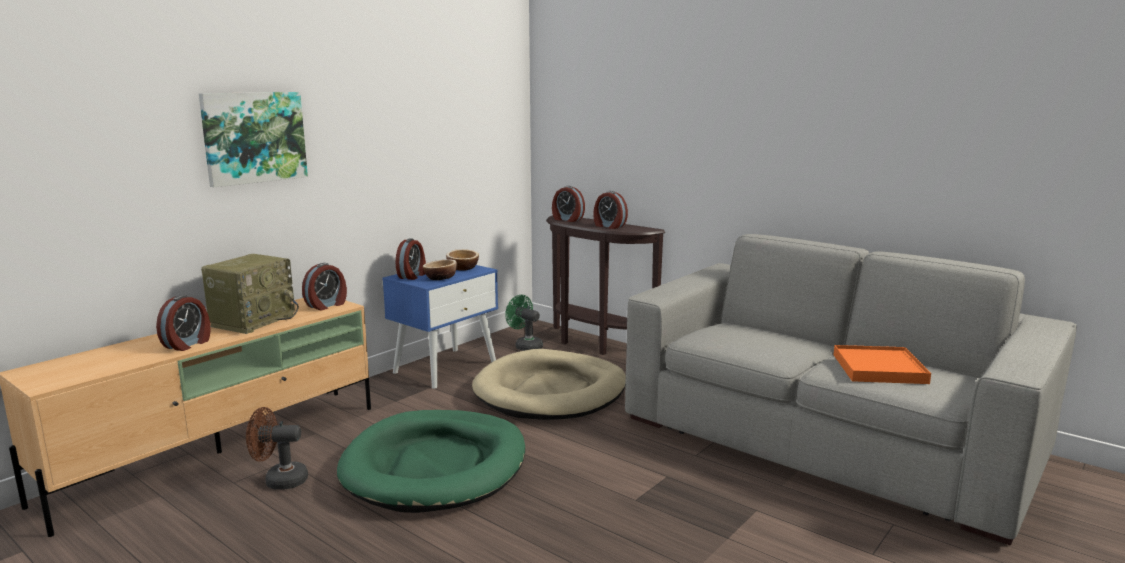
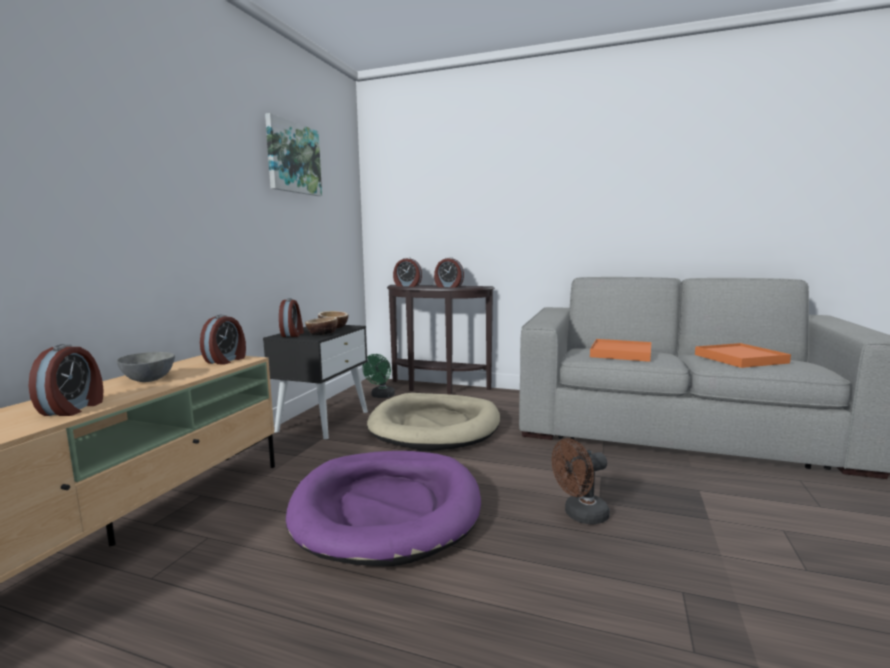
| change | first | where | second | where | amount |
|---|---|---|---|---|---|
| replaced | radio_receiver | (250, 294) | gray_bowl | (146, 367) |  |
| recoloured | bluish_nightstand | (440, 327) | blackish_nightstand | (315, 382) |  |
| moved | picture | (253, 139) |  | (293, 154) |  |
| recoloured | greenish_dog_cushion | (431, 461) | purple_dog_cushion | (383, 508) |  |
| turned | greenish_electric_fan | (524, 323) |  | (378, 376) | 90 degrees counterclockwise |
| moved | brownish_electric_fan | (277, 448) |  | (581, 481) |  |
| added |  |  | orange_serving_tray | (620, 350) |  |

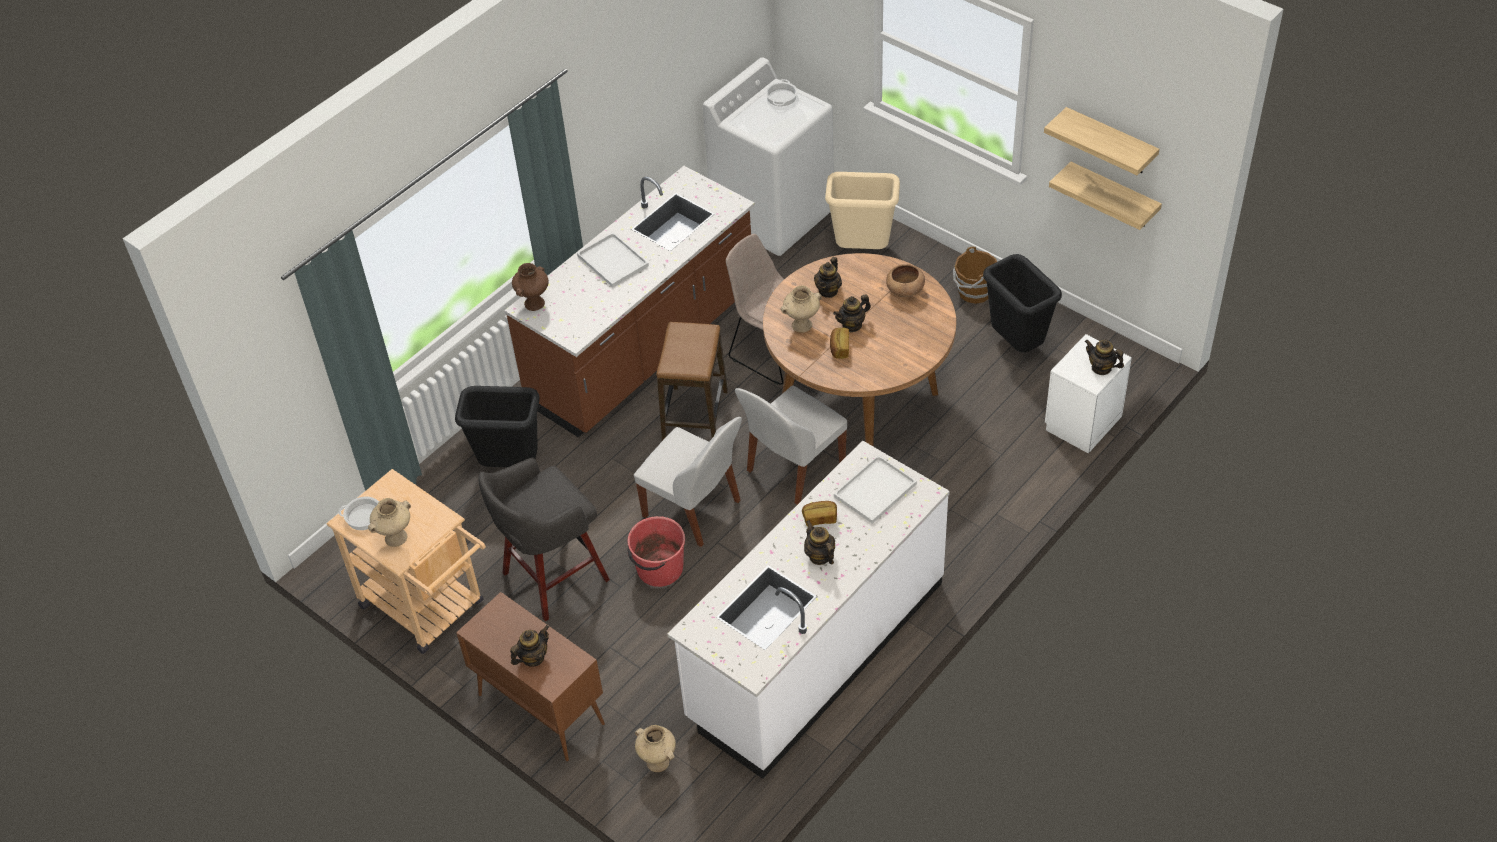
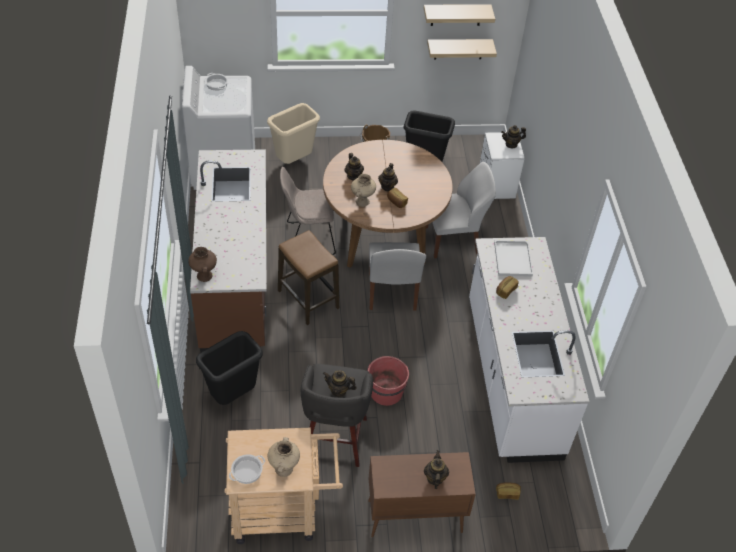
| change | first | where | second | where | amount |
|---|---|---|---|---|---|
| moved | teapot | (819, 542) |  | (340, 383) |  |
| moved | white_chair | (688, 482) |  | (461, 210) |  |
| replaced | sand-coloured_flower_vase | (655, 748) | bakery_bread | (508, 491) |  |
| removed | white_serving_tray | (613, 260) |  |  |  |
| removed | brownish_bowl | (905, 281) |  |  |  |

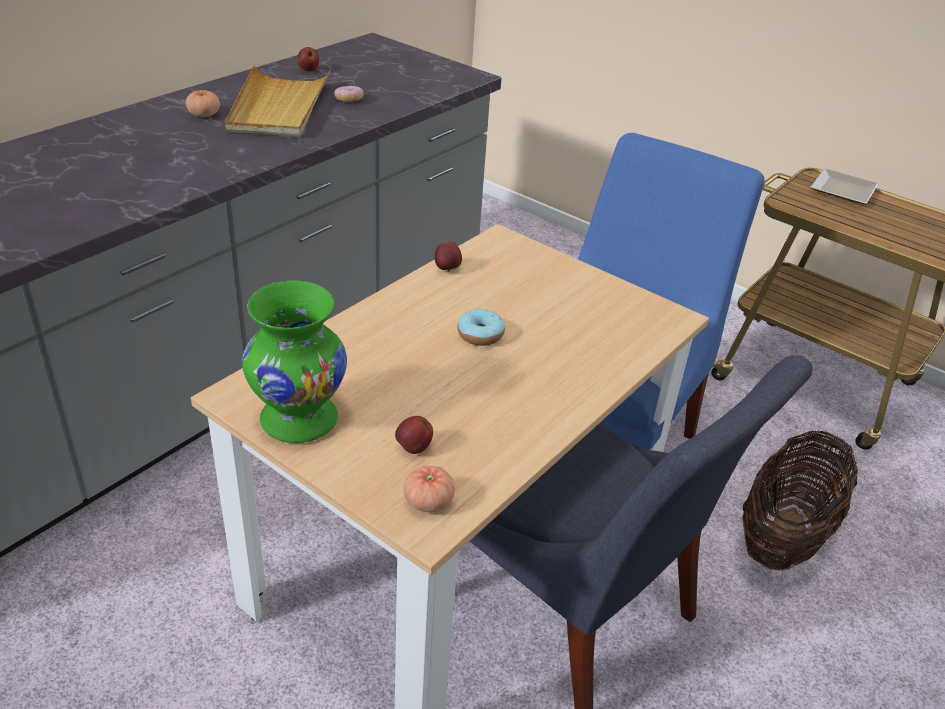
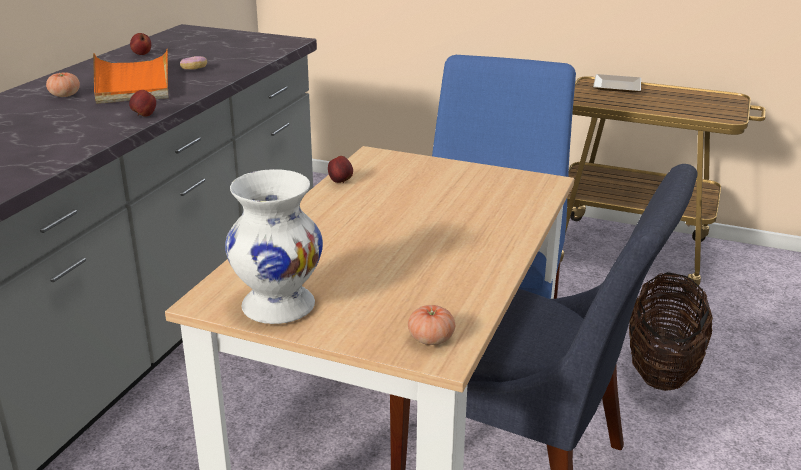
| change | first | where | second | where | amount |
|---|---|---|---|---|---|
| recoloured | sand-coloured_serving_tray | (277, 101) | orange_serving_tray | (130, 76) |  |
| moved | apple | (414, 435) |  | (142, 103) |  |
| recoloured | greenish_flower_vase | (294, 362) | white_flower_vase | (274, 246) |  |
| removed | ring_doughnut | (481, 327) |  |  |  |

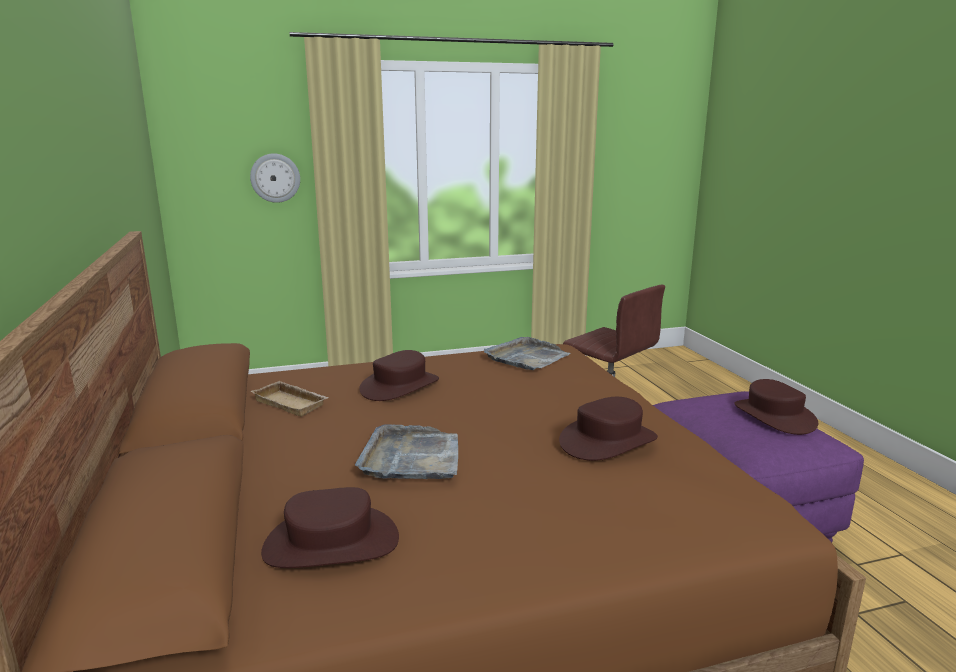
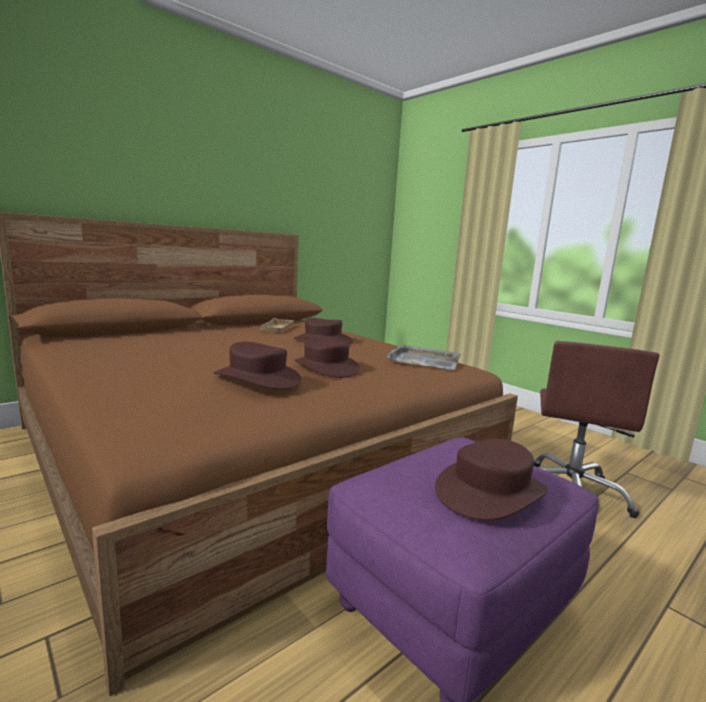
| change | first | where | second | where | amount |
|---|---|---|---|---|---|
| moved | brownish_hat | (330, 527) |  | (327, 357) |  |
| removed | hanging_clock | (275, 178) |  |  |  |
| removed | gray_serving_tray | (406, 451) |  |  |  |

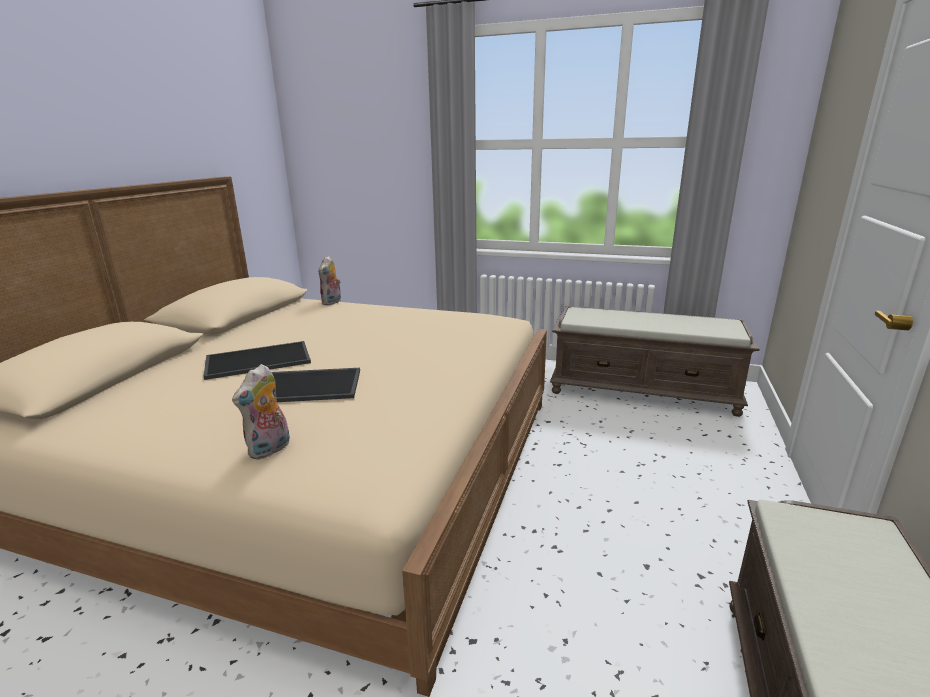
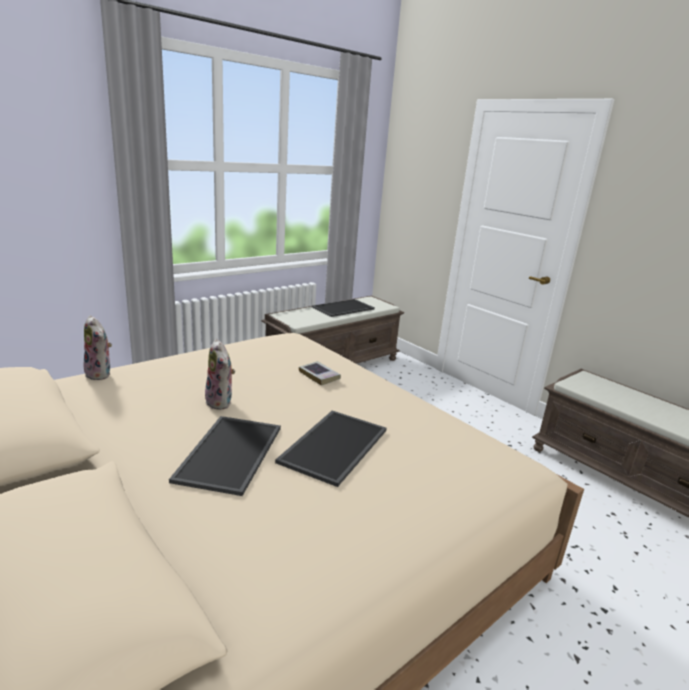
| change | first | where | second | where | amount |
|---|---|---|---|---|---|
| moved | cuddly_toy | (261, 412) |  | (220, 374) |  |
| added |  |  | volume | (320, 373) |  |
| added |  |  | serving_tray | (343, 308) |  |

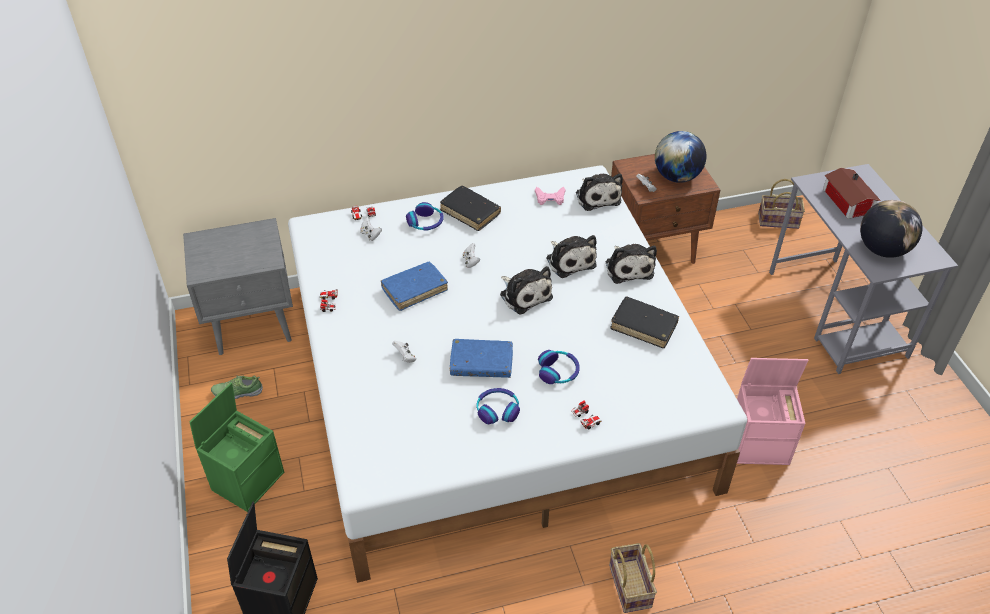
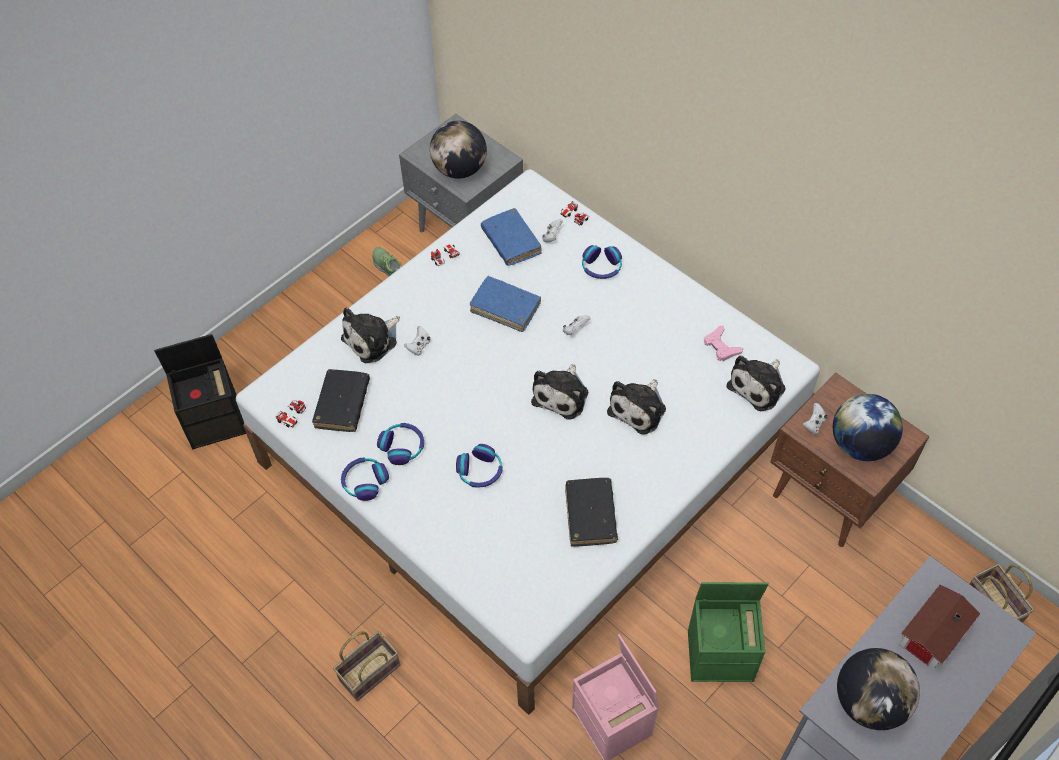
| change | first | where | second | where | amount |
|---|---|---|---|---|---|
| moved | toy_car | (586, 415) |  | (291, 413) |  |
| moved | blackish_volume | (470, 208) |  | (341, 400) |  |
| moved | cuddly_toy | (631, 264) |  | (370, 335) |  |
| added |  |  | pair_of_headphones | (365, 479) |  |
| added |  |  | globe | (458, 150) |  |
| moved | bluish_volume | (481, 358) |  | (511, 237) |  |
| moved | greenish_storage_bin | (237, 447) |  | (728, 632) |  |

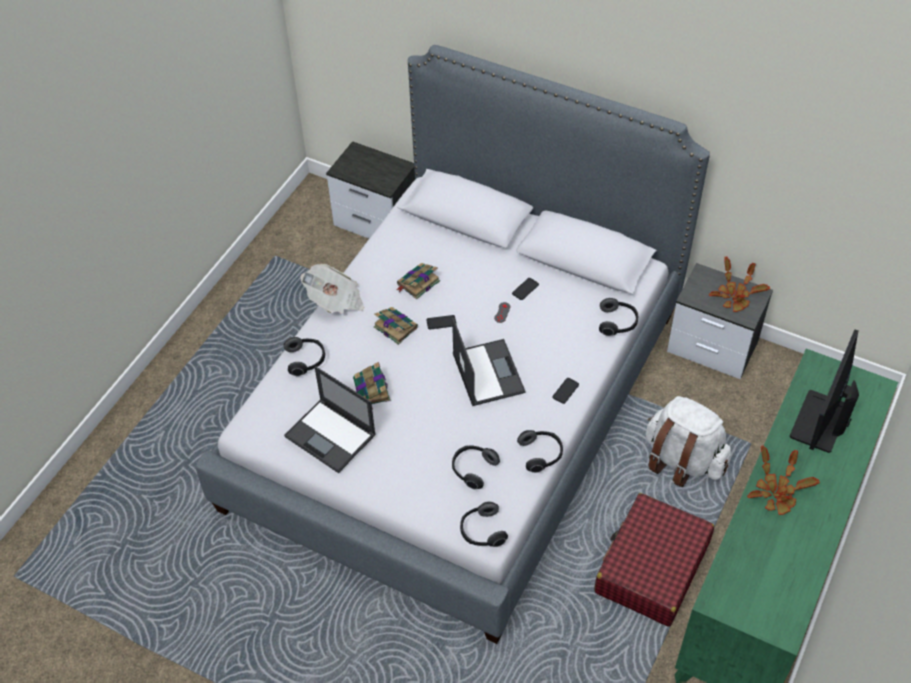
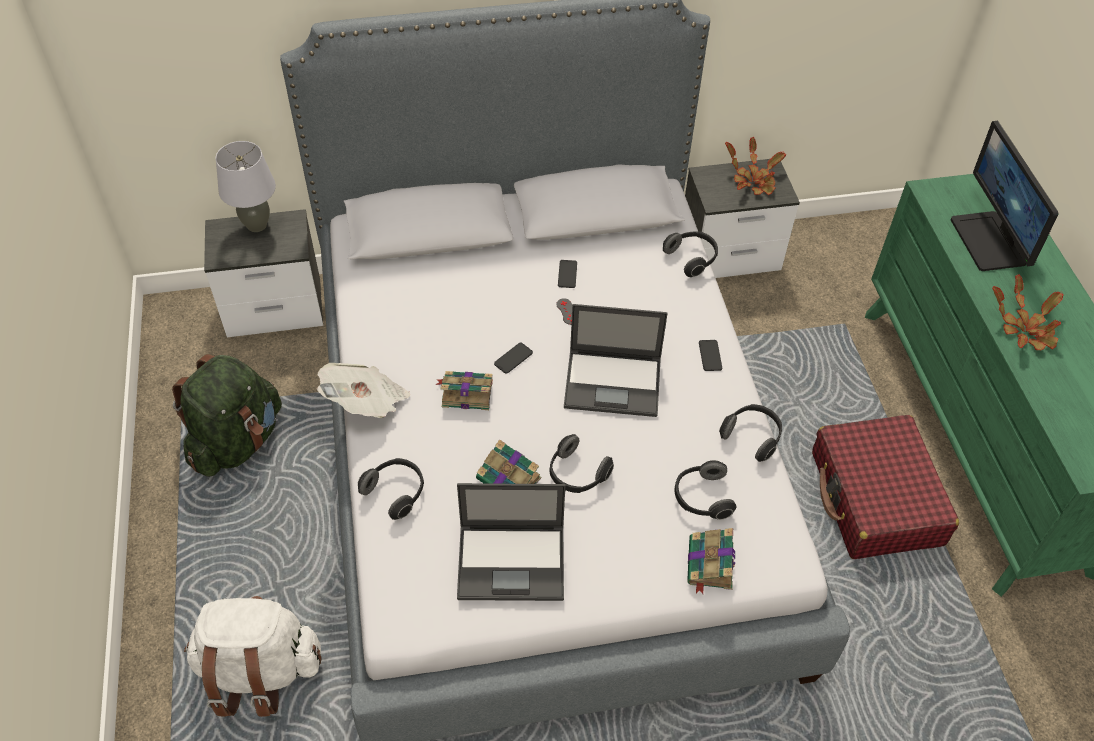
| change | first | where | second | where | amount |
|---|---|---|---|---|---|
| added |  |  | greenish_backpack | (227, 415) |  |
| moved | white_backpack | (688, 441) |  | (252, 656) |  |
| added |  |  | gray_table_lamp | (246, 186) |  |
| moved | pair_of_headphones | (484, 524) |  | (581, 463) |  |
| turned | portable_computer | (489, 362) |  | (616, 360) | 150 degrees clockwise |
| moved | volume | (418, 281) |  | (711, 561) |  |

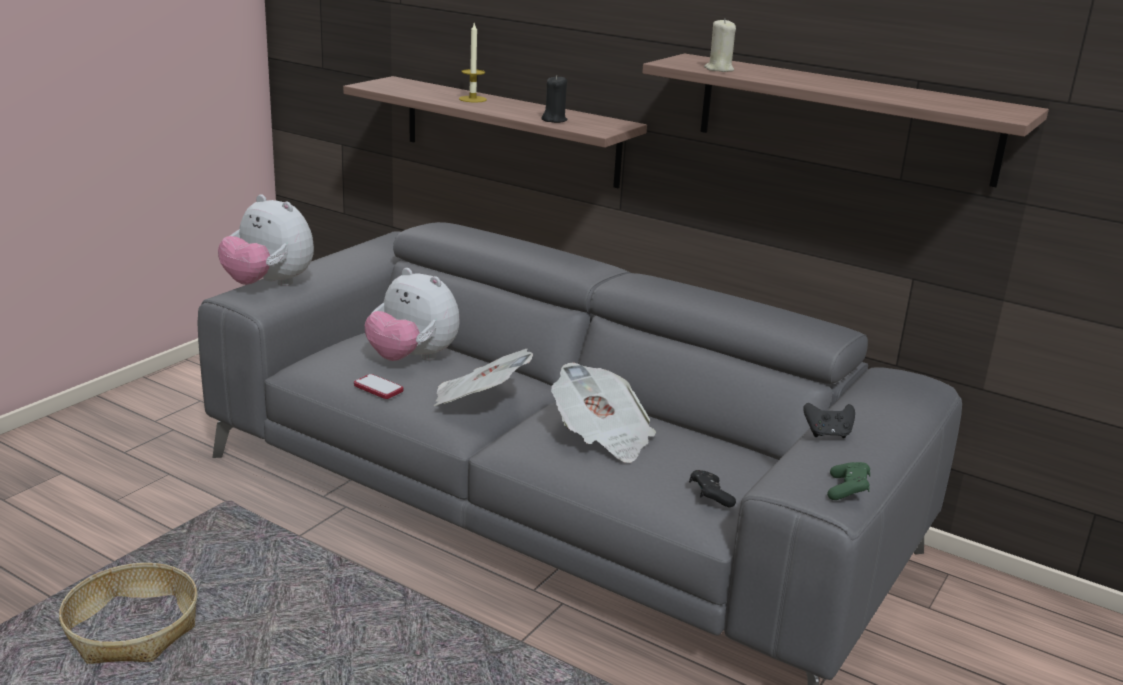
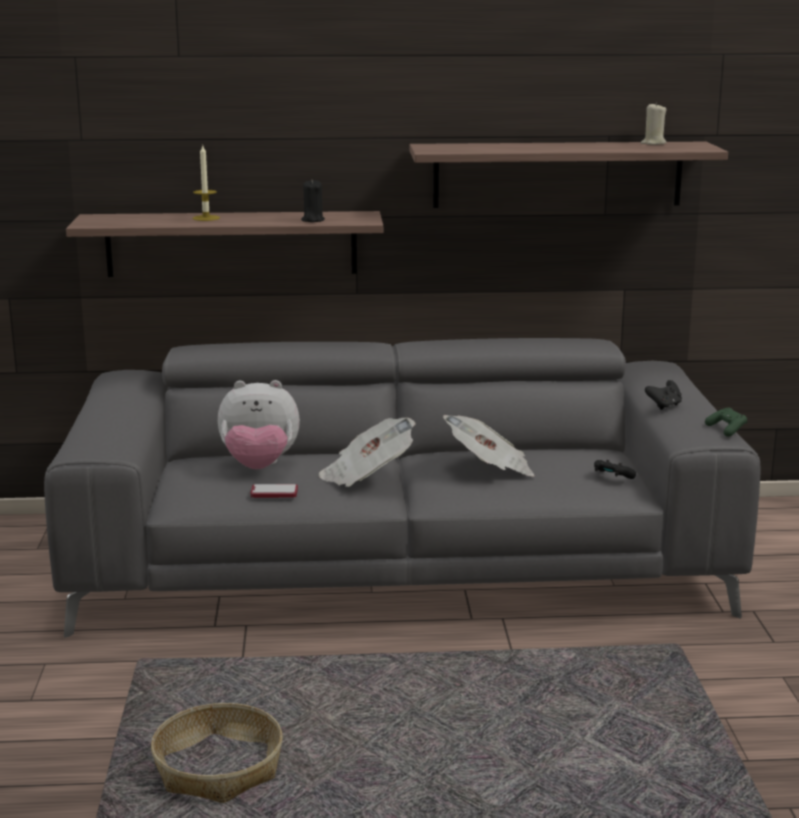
| change | first | where | second | where | amount |
|---|---|---|---|---|---|
| moved | sand-coloured_candle | (720, 45) |  | (653, 123) |  |
| removed | cuddly_toy | (266, 240) |  |  |  |

